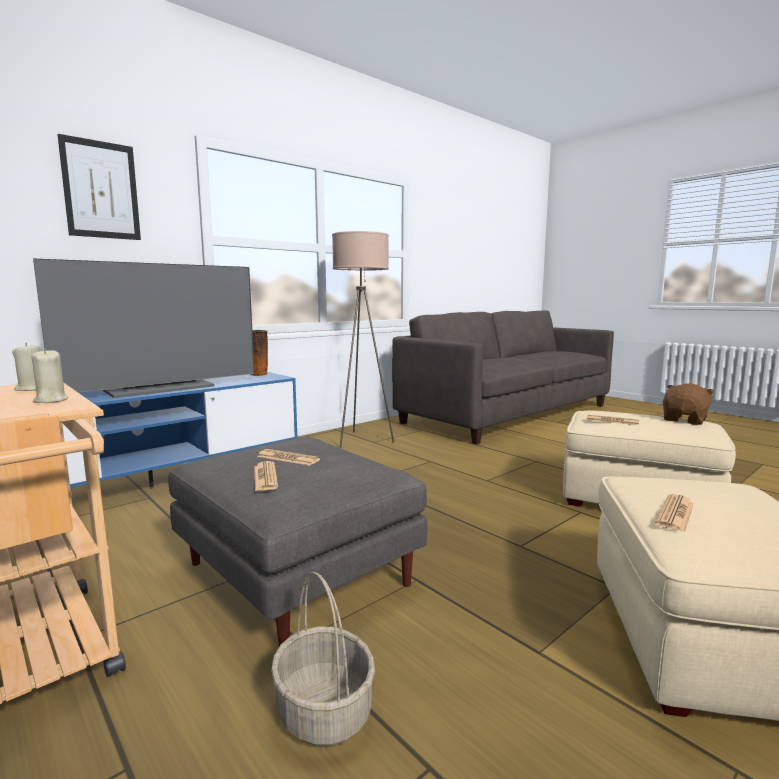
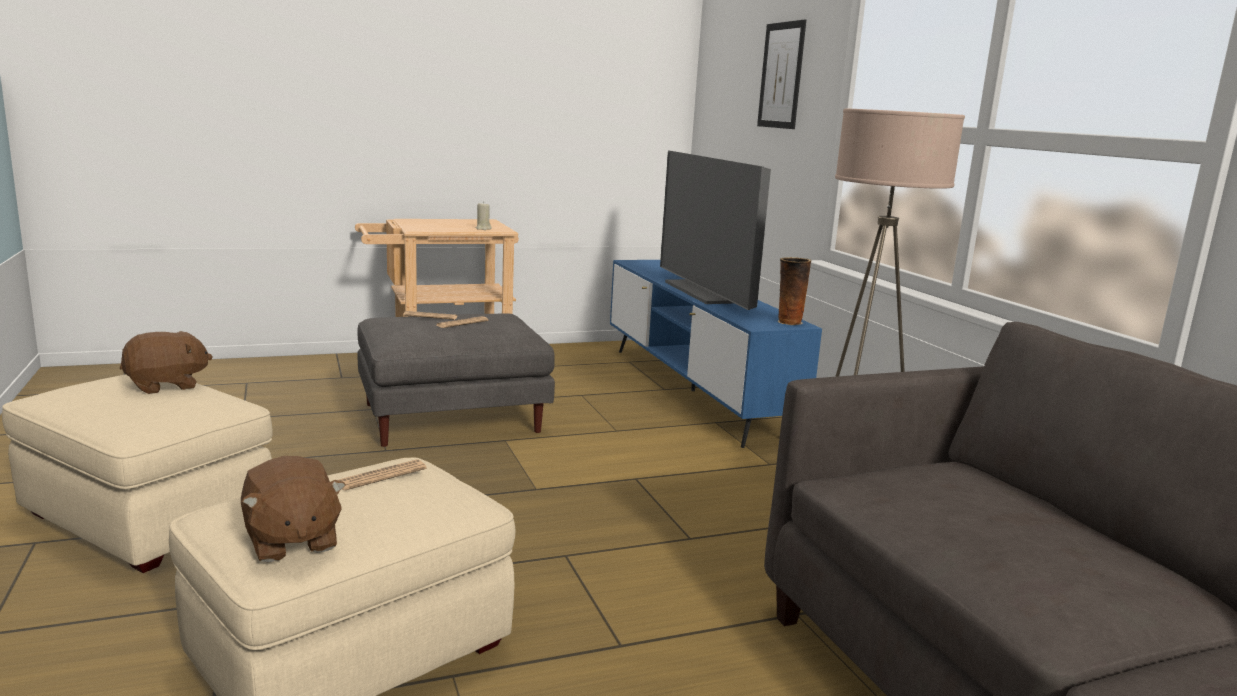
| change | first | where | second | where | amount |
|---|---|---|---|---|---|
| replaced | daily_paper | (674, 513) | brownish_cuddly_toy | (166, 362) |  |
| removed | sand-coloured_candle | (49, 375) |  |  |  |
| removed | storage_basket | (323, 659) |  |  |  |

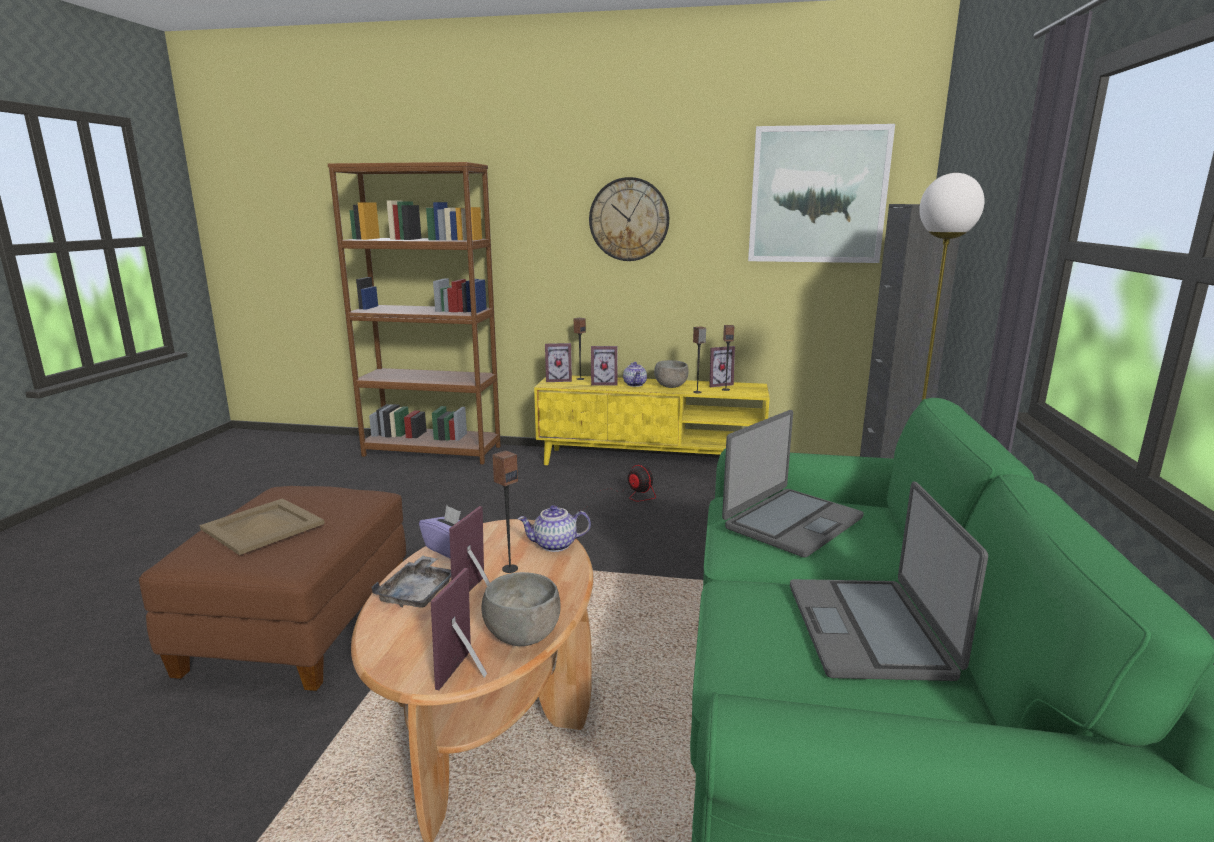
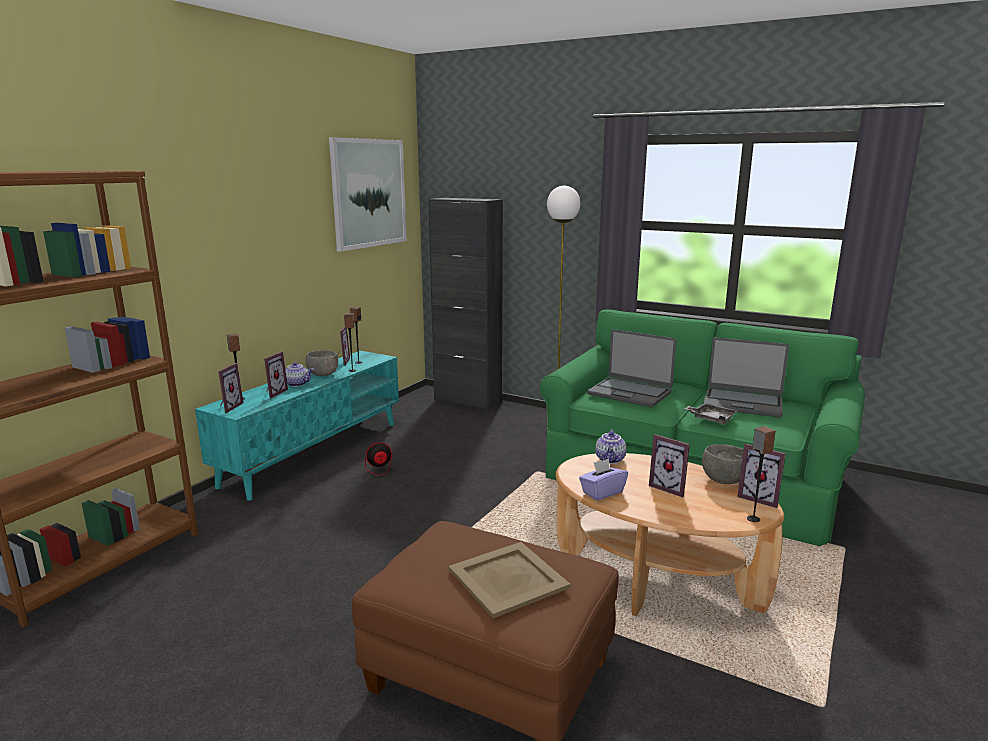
| change | first | where | second | where | amount |
|---|---|---|---|---|---|
| recoloured | yellow-coloured_media_console | (652, 420) | blue-green_media_console | (297, 426) |  |
| turned | portable_computer | (793, 484) |  | (631, 368) | 150 degrees clockwise |
| moved | gray_serving_tray | (411, 582) |  | (710, 413) |  |
| moved | audio_speaker | (505, 511) |  | (761, 474) |  |
| removed | hanging_clock | (629, 219) |  |  |  |

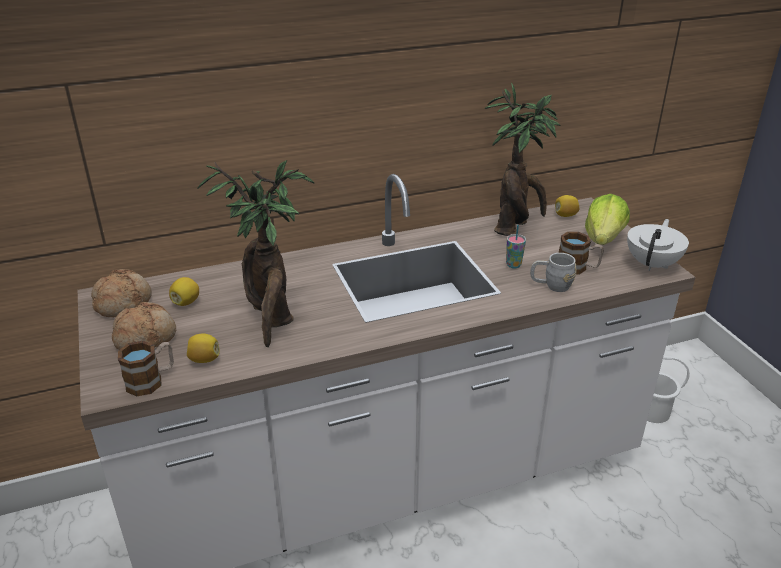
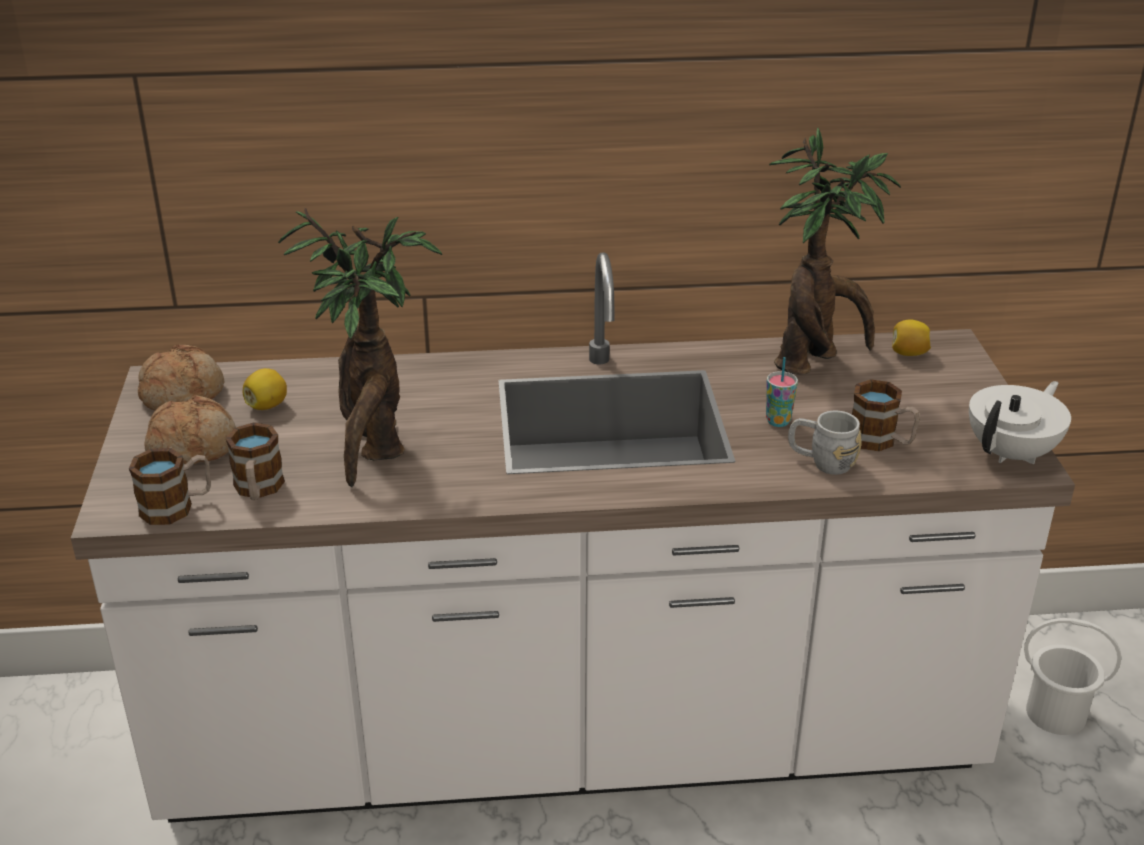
| change | first | where | second | where | amount |
|---|---|---|---|---|---|
| replaced | whole_lemon | (203, 348) | coffee_mug | (255, 461) |  |
| removed | lettuce_head | (607, 219) |  |  |  |

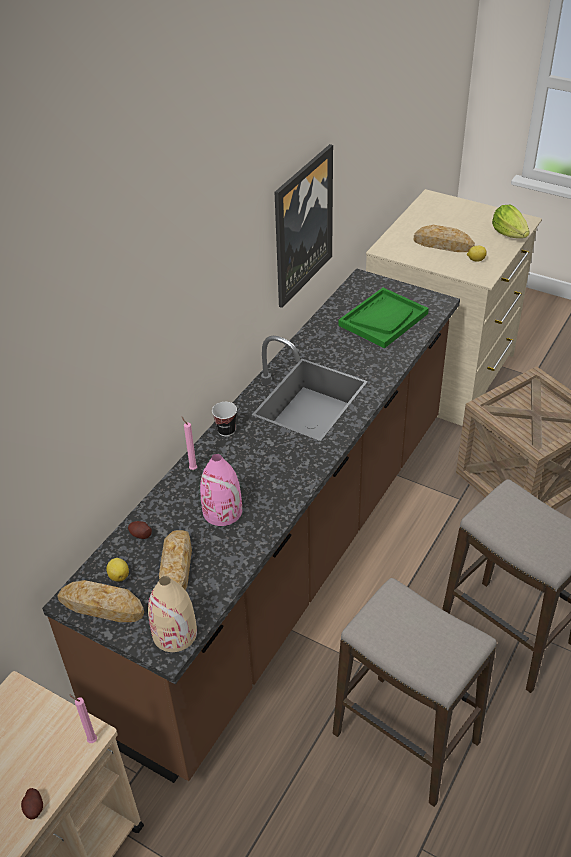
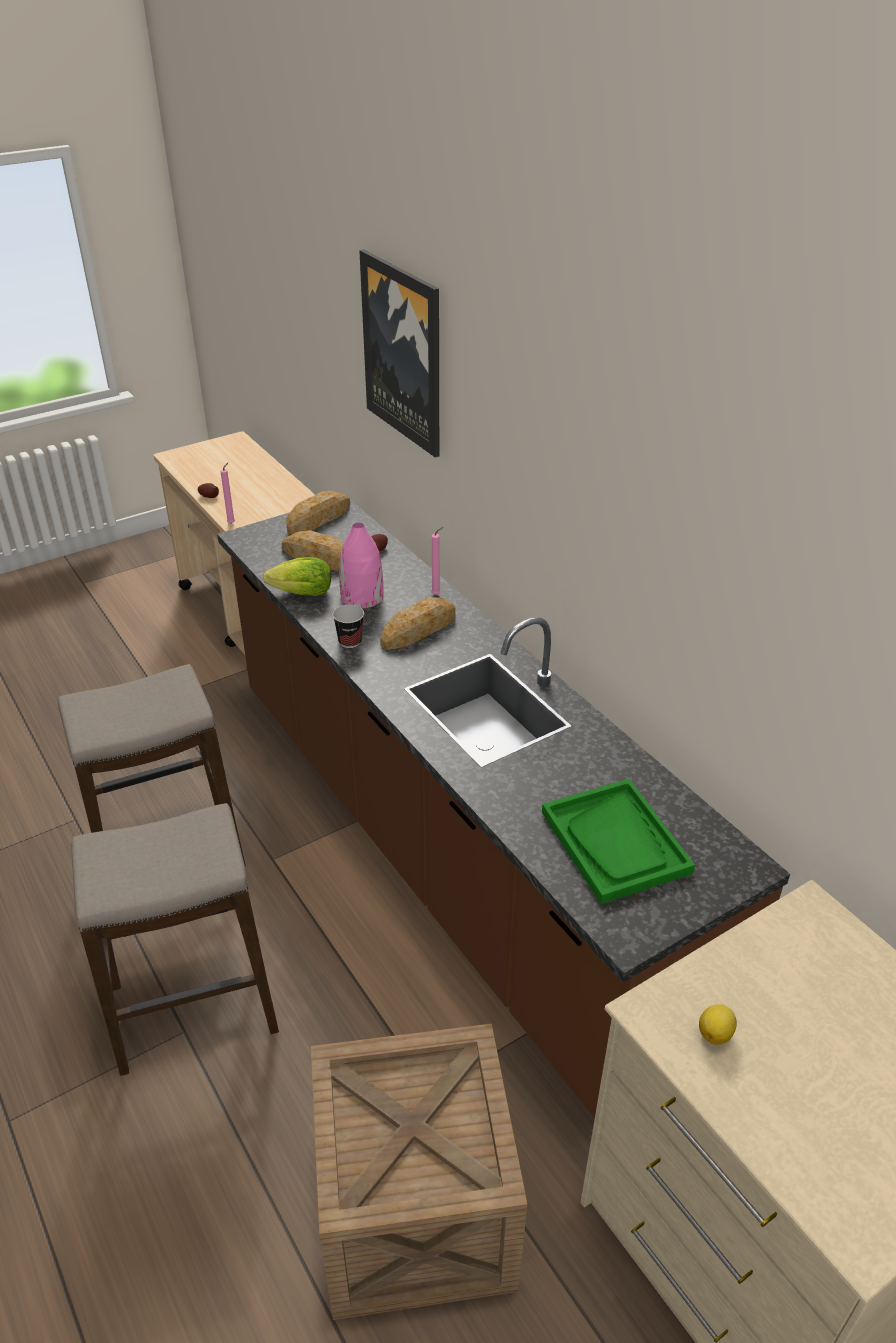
| change | first | where | second | where | amount |
|---|---|---|---|---|---|
| moved | lettuce_head | (511, 221) |  | (297, 576) |  |
| moved | cup | (224, 419) |  | (348, 626) |  |
| moved | picture | (304, 226) |  | (399, 353) |  |
| moved | bakery_bread | (444, 238) |  | (417, 623) |  |
| removed | whole_lemon | (118, 570) |  |  |  |
| removed | sand-coloured_flower_vase | (172, 614) |  |  |  |

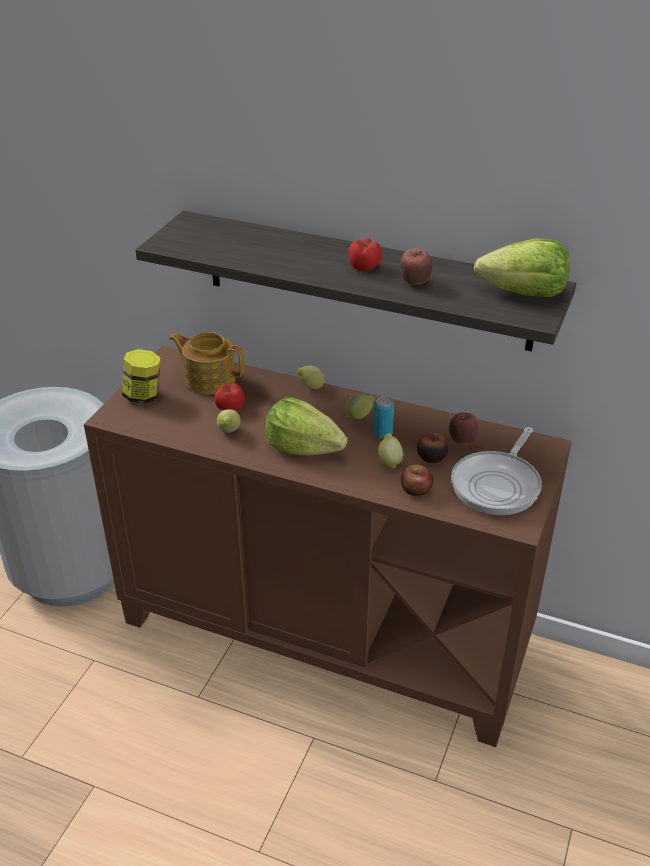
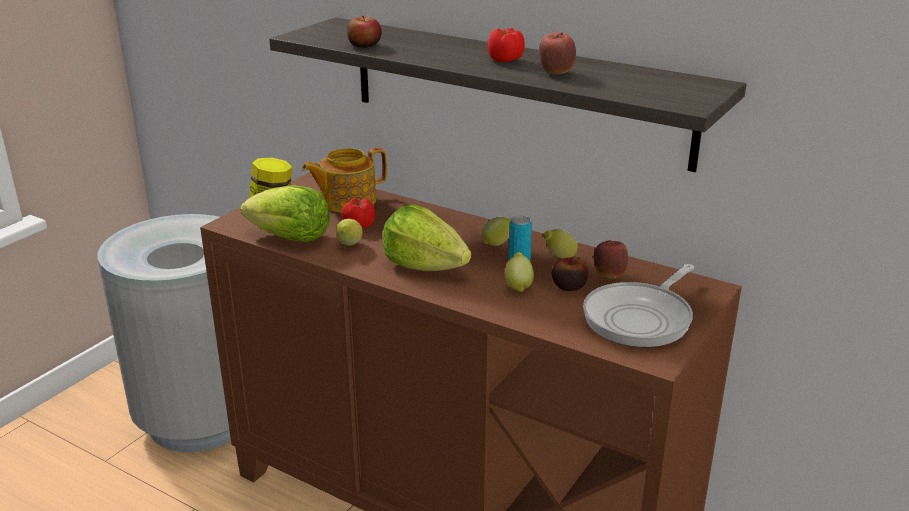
| change | first | where | second | where | amount |
|---|---|---|---|---|---|
| moved | lettuce_head | (522, 268) |  | (285, 214) |  |
| turned | teapot | (207, 363) |  | (344, 180) | 60 degrees counterclockwise |
| moved | apple | (417, 480) |  | (364, 32) |  |
| moved | whole_lemon | (310, 377) |  | (560, 244) |  |

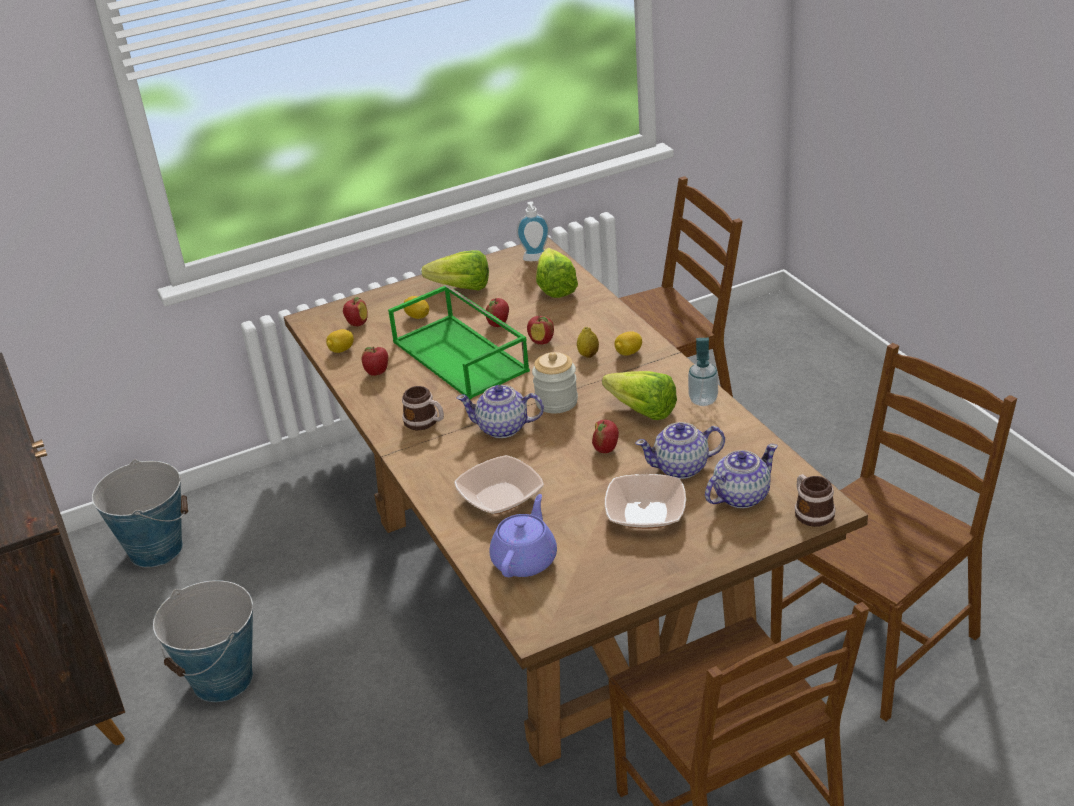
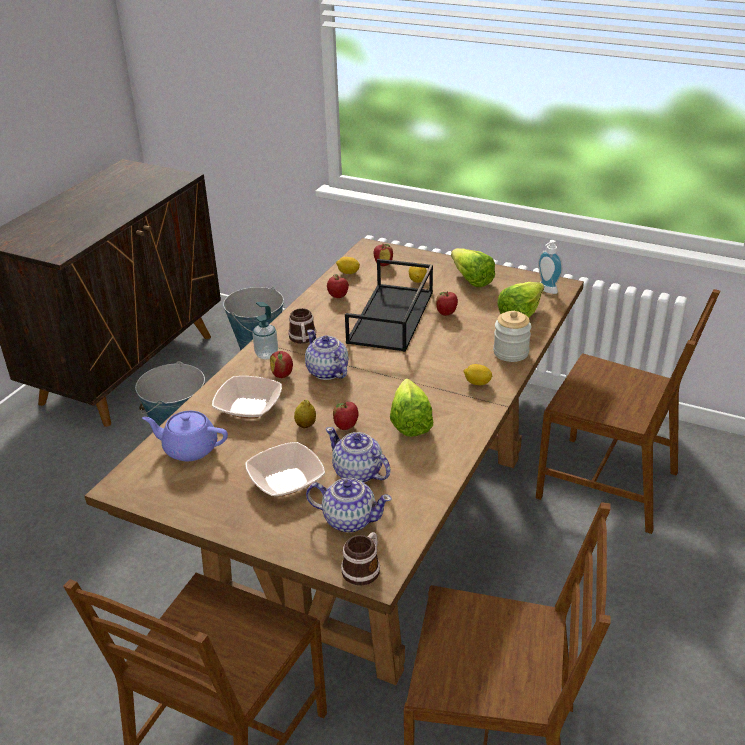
| change | first | where | second | where | amount |
|---|---|---|---|---|---|
| turned | purple_teapot | (523, 535) |  | (185, 436) | 150 degrees counterclockwise |
| moved | soap_bottle | (703, 372) |  | (265, 330) |  |
| moved | apple | (540, 330) |  | (281, 364) |  |
| moved | whole_lemon | (588, 342) |  | (305, 414) |  |
| recoloured | greenish_serving_tray | (459, 342) | blackish_serving_tray | (389, 305) |  |
| moved | preserve_jar | (555, 383) |  | (512, 336) |  |

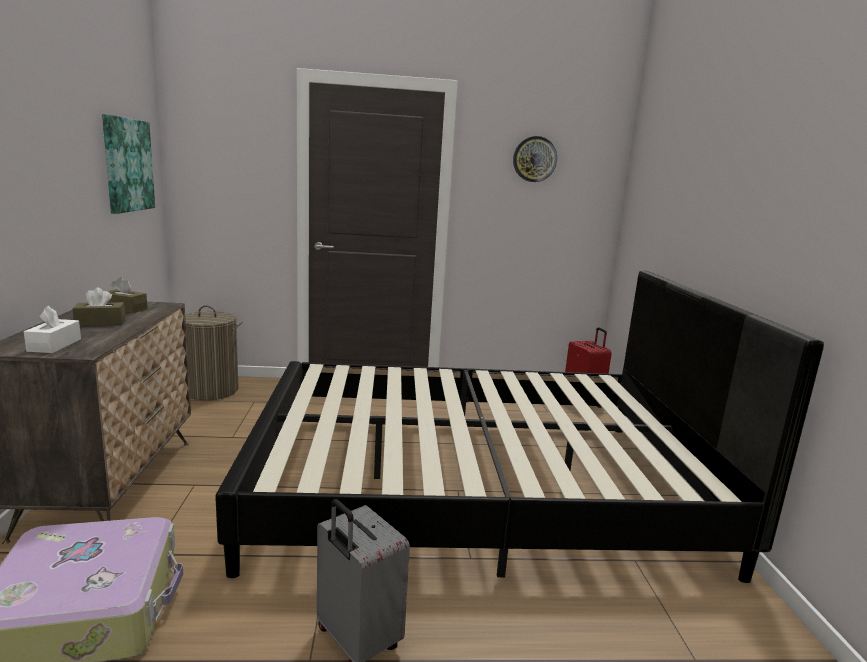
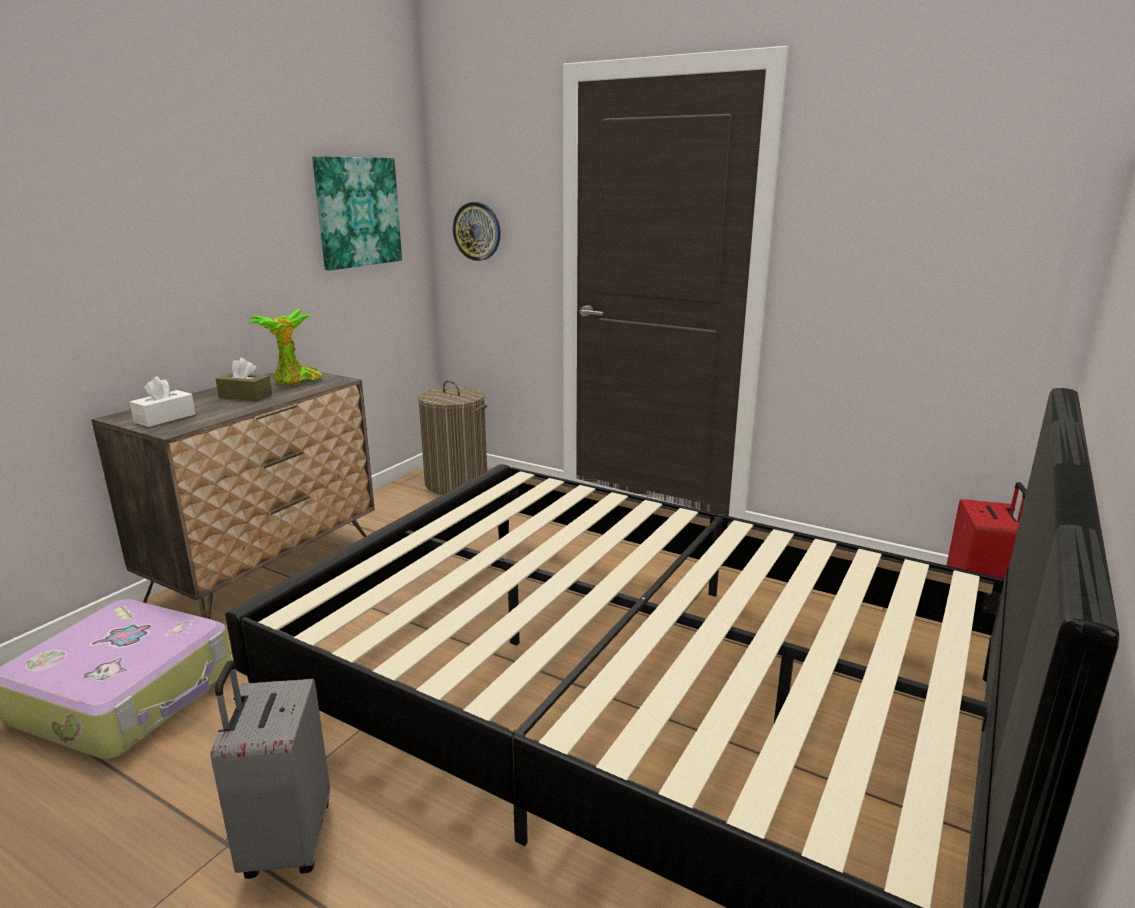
| change | first | where | second | where | amount |
|---|---|---|---|---|---|
| replaced | brownish_tissue_holder | (127, 295) | houseplant | (285, 347) |  |
| moved | hanging_clock | (535, 159) |  | (477, 231) |  |

